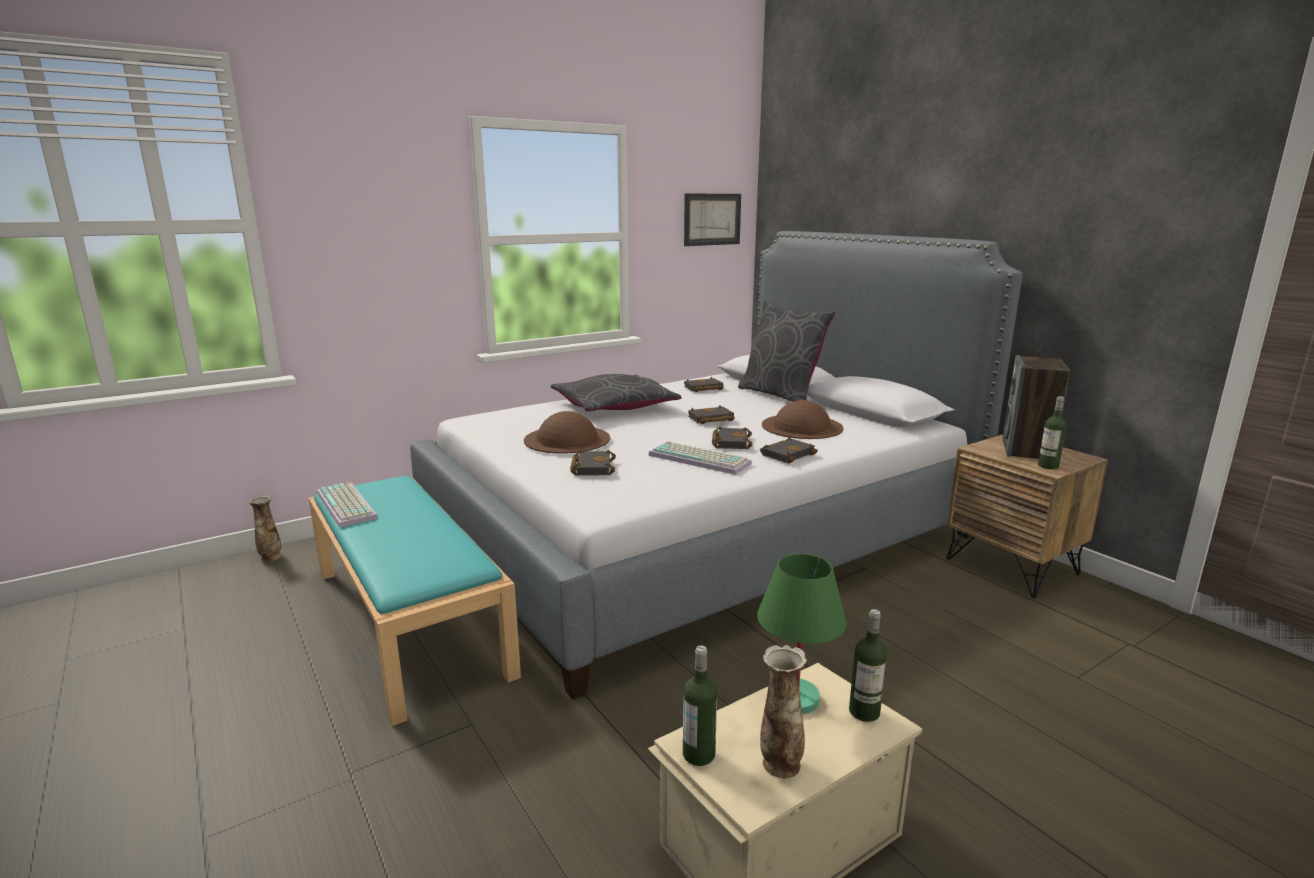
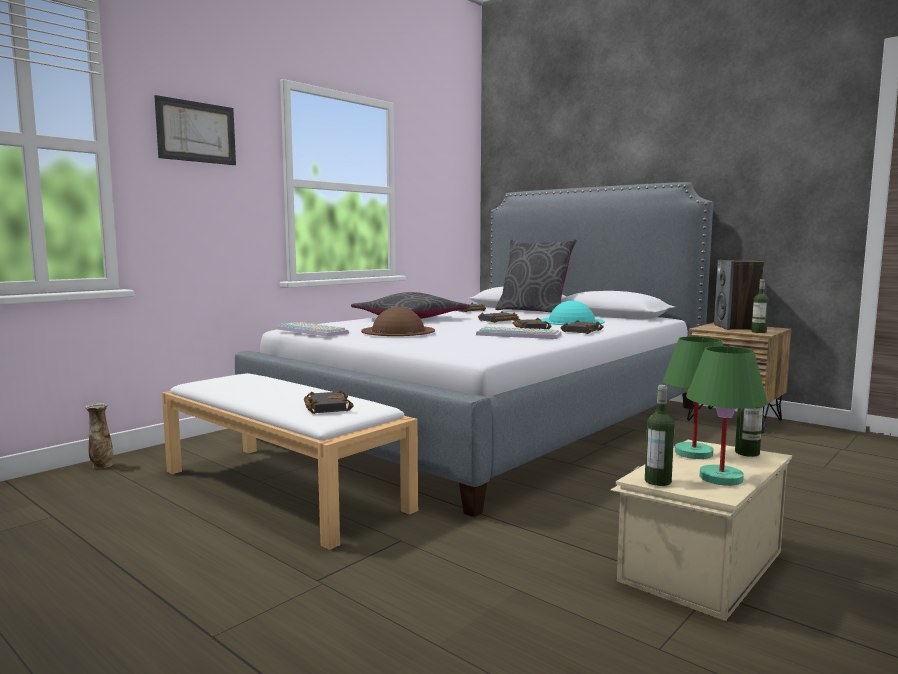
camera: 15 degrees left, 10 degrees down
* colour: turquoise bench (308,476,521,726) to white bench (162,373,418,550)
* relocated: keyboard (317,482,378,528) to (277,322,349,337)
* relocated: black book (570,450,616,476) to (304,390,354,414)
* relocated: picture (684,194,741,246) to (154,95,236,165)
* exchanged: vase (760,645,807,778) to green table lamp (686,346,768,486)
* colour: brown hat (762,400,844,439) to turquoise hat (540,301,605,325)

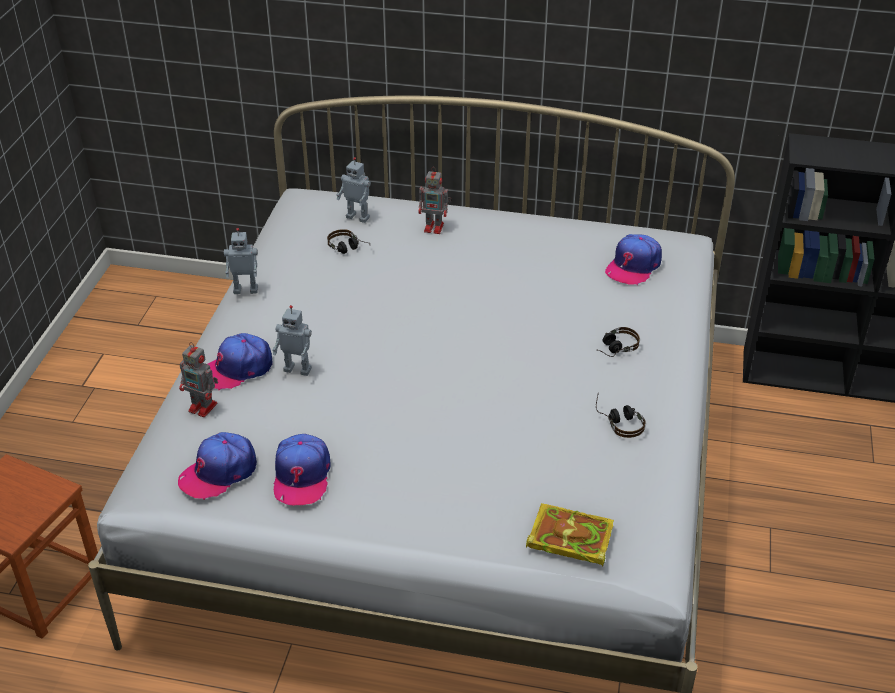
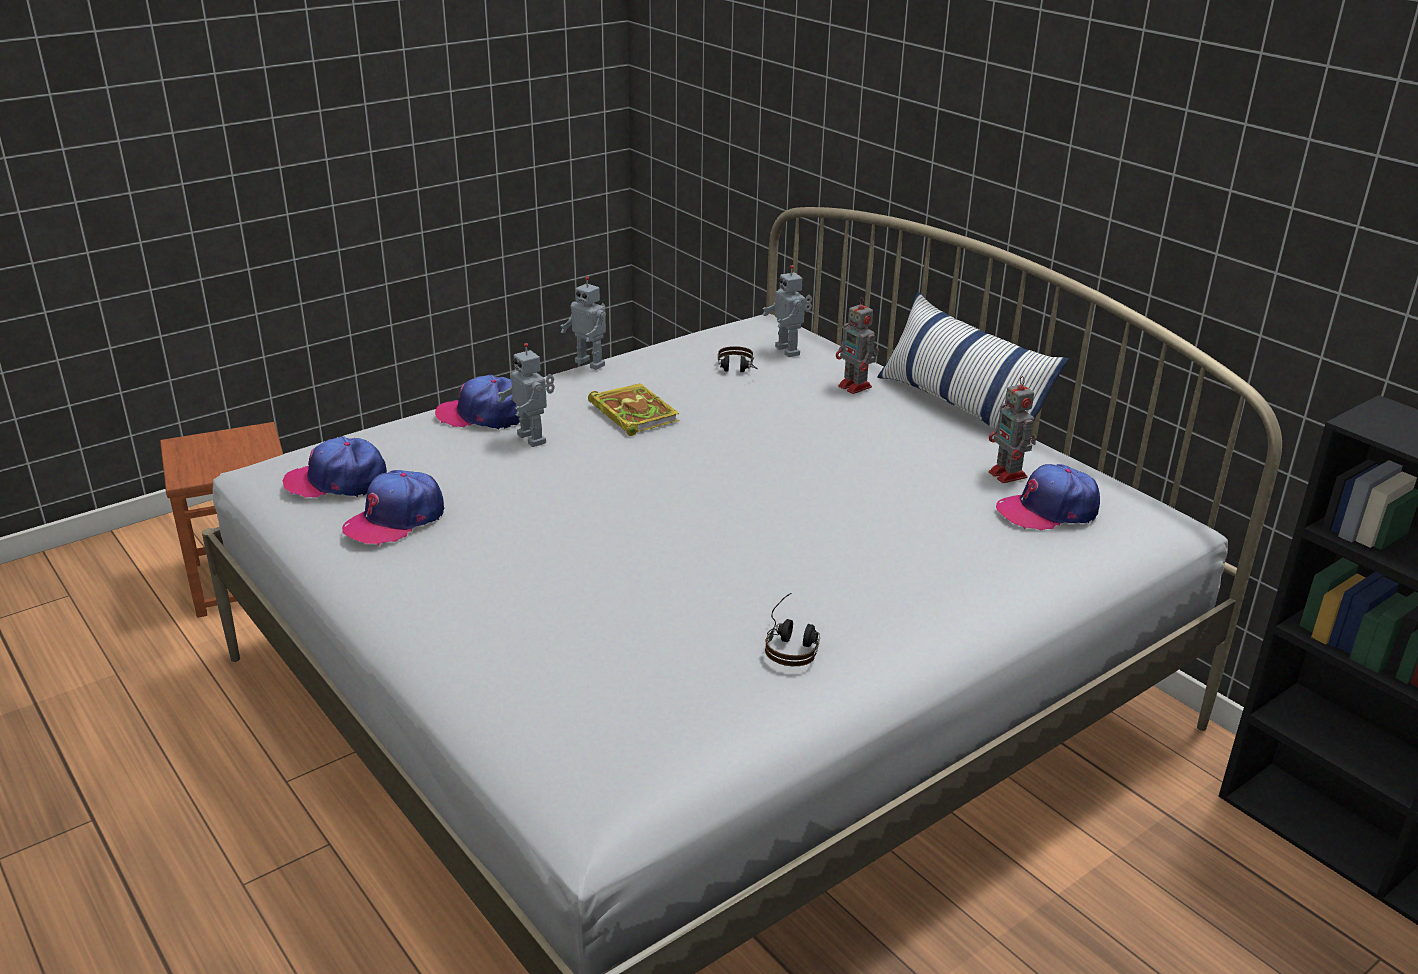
camera: 40 degrees right, 10 degrees down
* relocated: toy robot (179,342,218,417) to (989,376,1037,483)
* relocated: book (526,503,614,567) to (588,383,679,436)
* missing: headphones (596,327,640,357)
* appeared: pillow (877,292,1069,429)

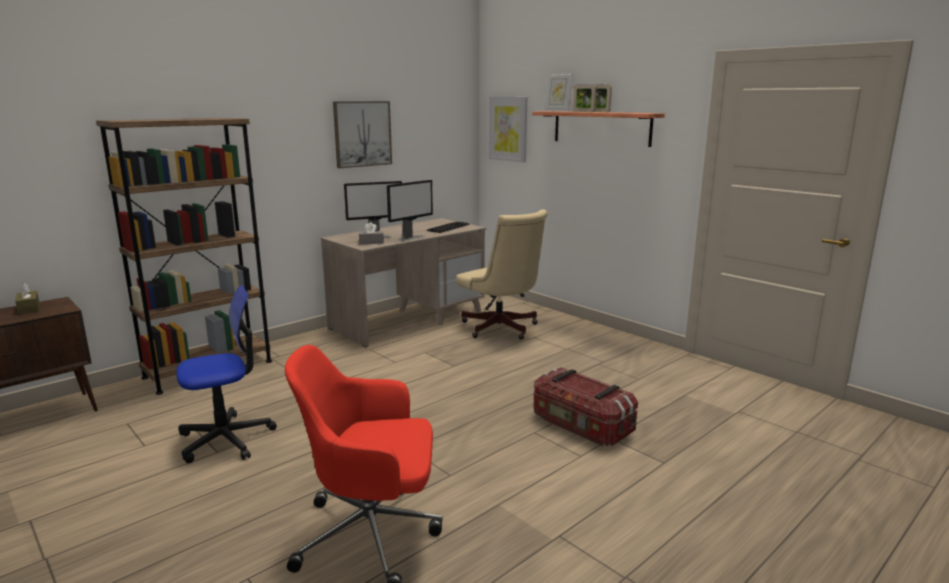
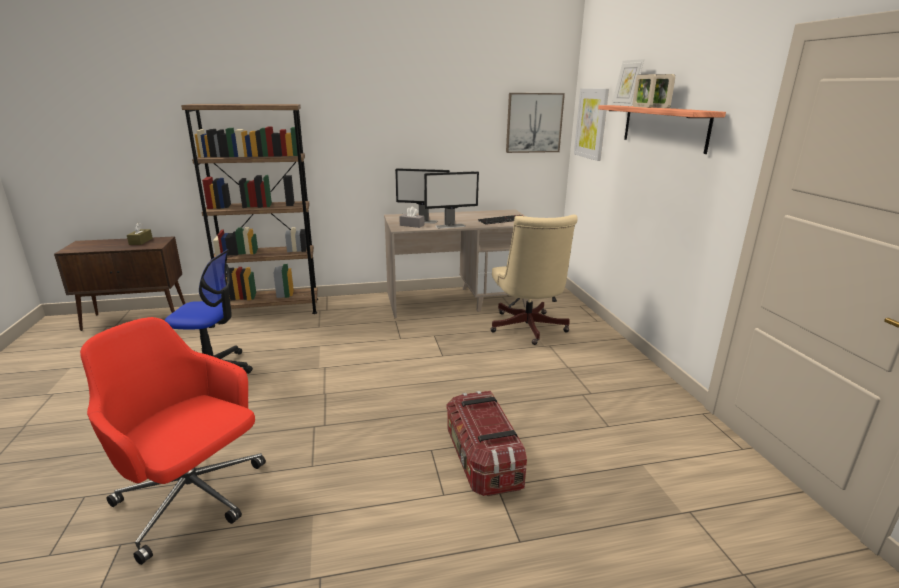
camera: 30 degrees right, 5 degrees up
* relocated: picture (333,101,392,168) to (506,93,565,153)

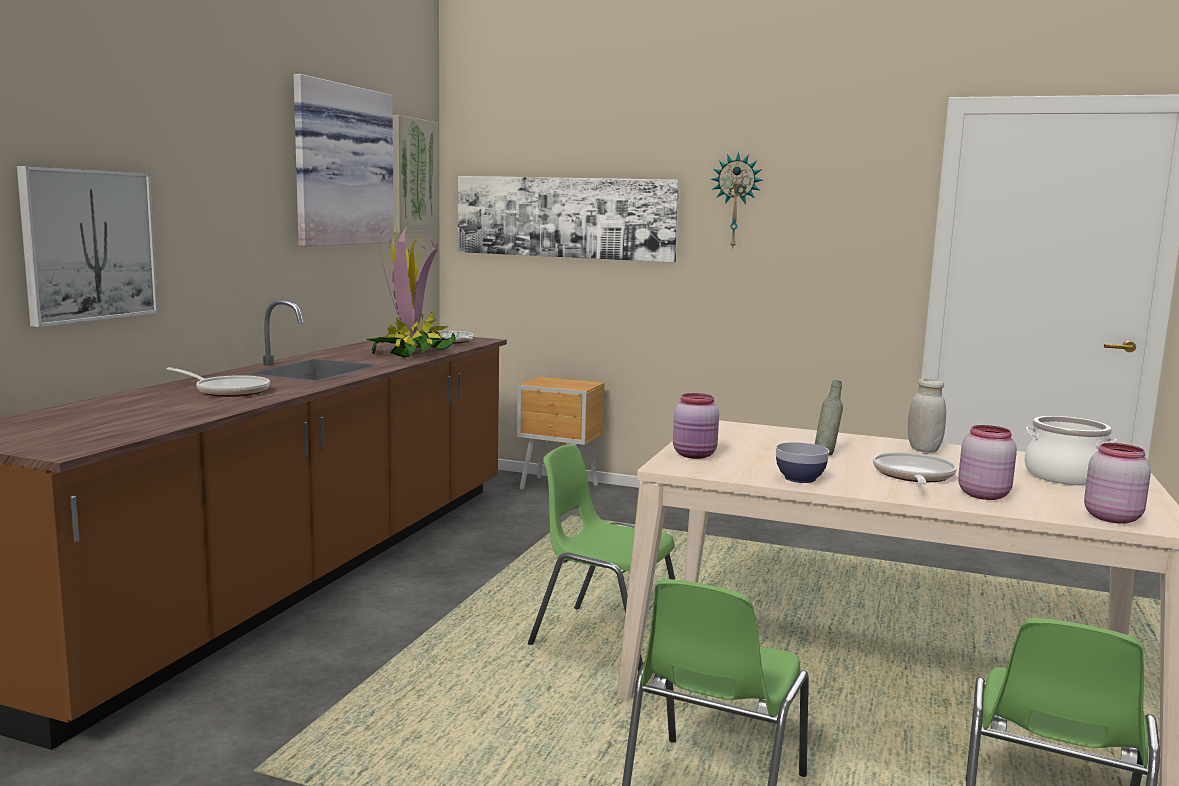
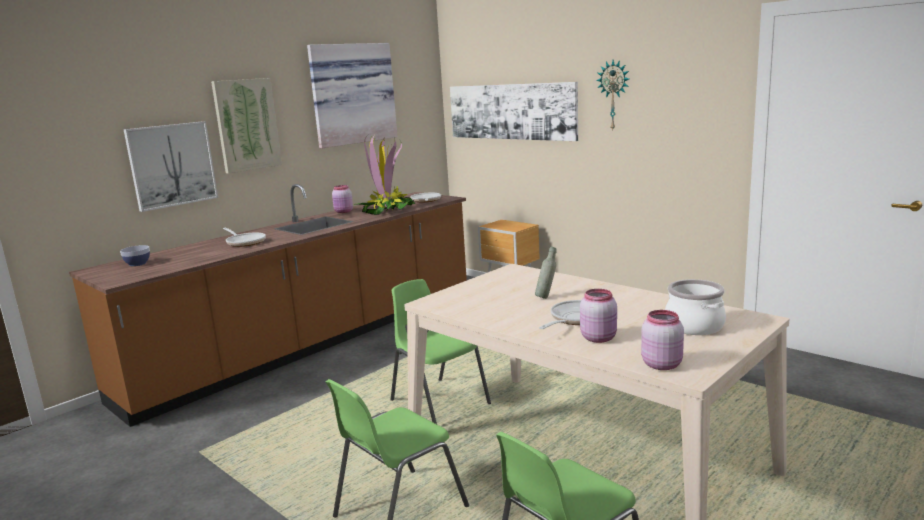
camera: 25 degrees right, 5 degrees up
* relocated: picture (393,115,438,233) to (211,78,282,174)
* relocated: pink jar (673,393,719,459) to (332,185,353,213)
* relocated: bowl (776,442,829,483) to (120,245,150,266)
* missing: white jar (908,378,946,453)

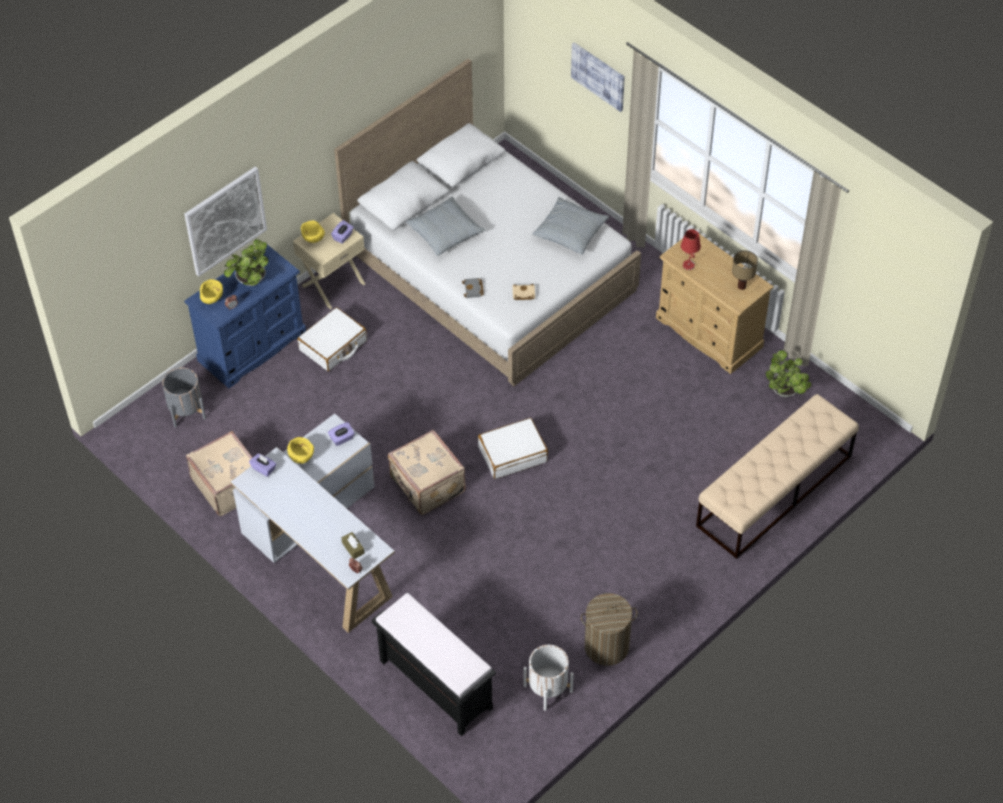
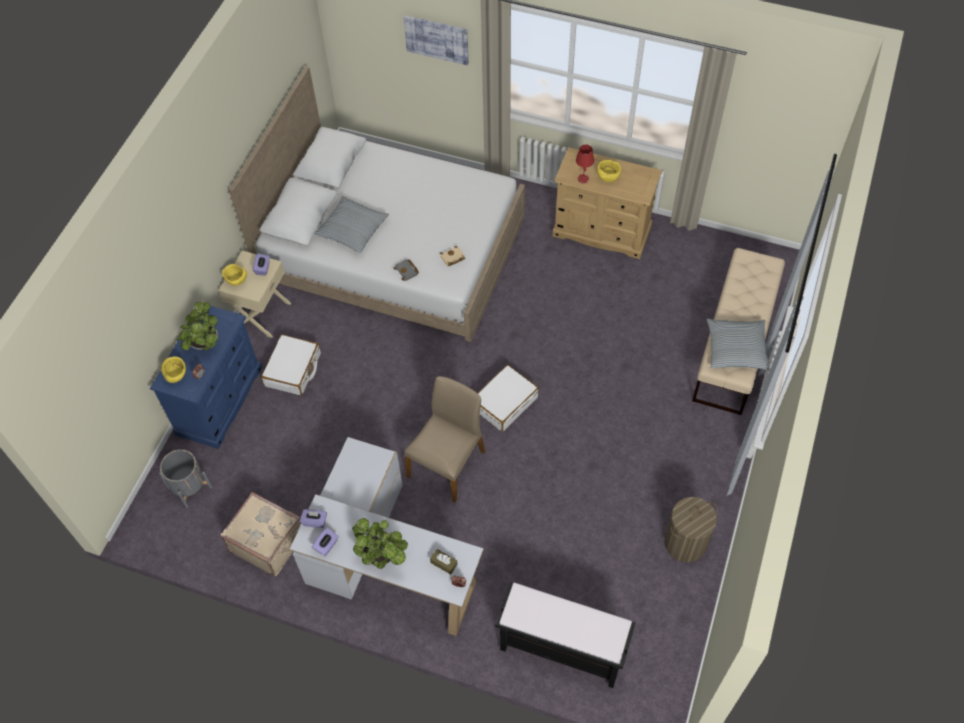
camera: 25 degrees left, 5 degrees up
* missing: picture (184,166,267,277)
* relocated: yellow bowl (287,437,314,464) to (597,160,621,182)
* relocated: purple tissue box (328,422,355,446) to (312,528,339,556)
* exchanged: beige suitcase (388,430,466,515) to beige chair (404,376,485,502)
* missing: white planter (524,645,574,711)
* relocated: pillow (532,197,609,255) to (707,319,770,370)
* missing: table lamp (732,251,758,290)
* relocated: potted plant (766,350,811,397) to (352,518,408,569)

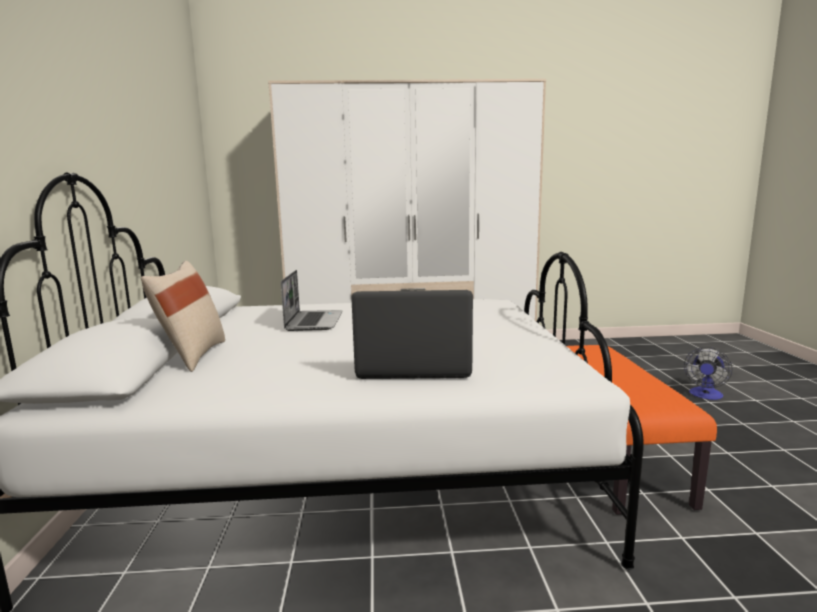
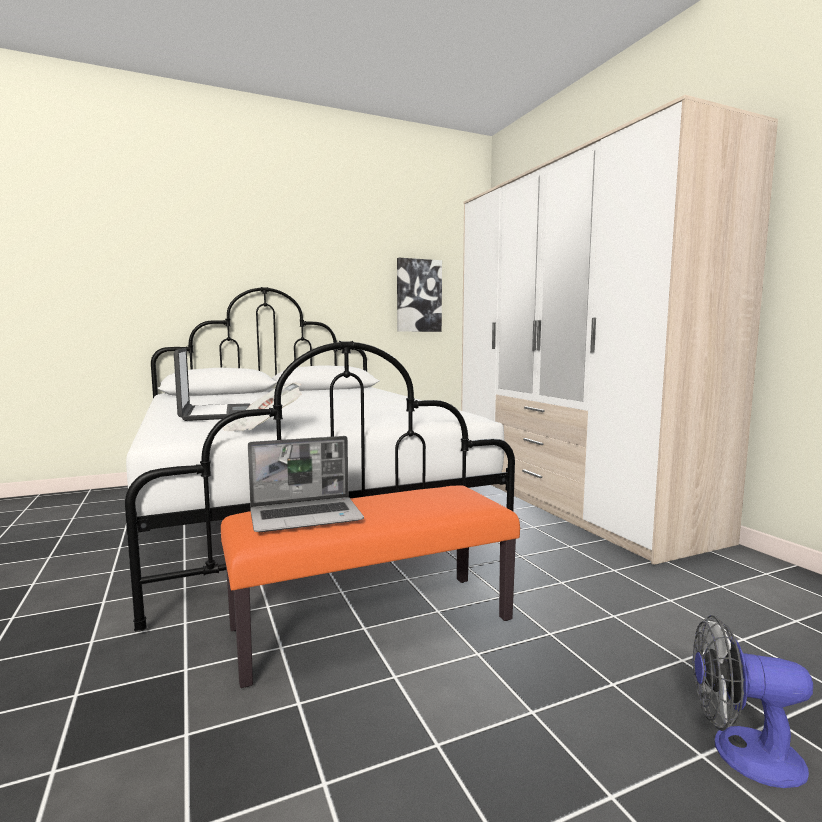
camera: 70 degrees right, 5 degrees down
* missing: beige pillow (141,261,225,372)
* relocated: laptop (281,270,343,331) to (248,436,364,532)
* appeared: newspaper (223,383,302,431)
* appeared: picture (397,258,442,332)

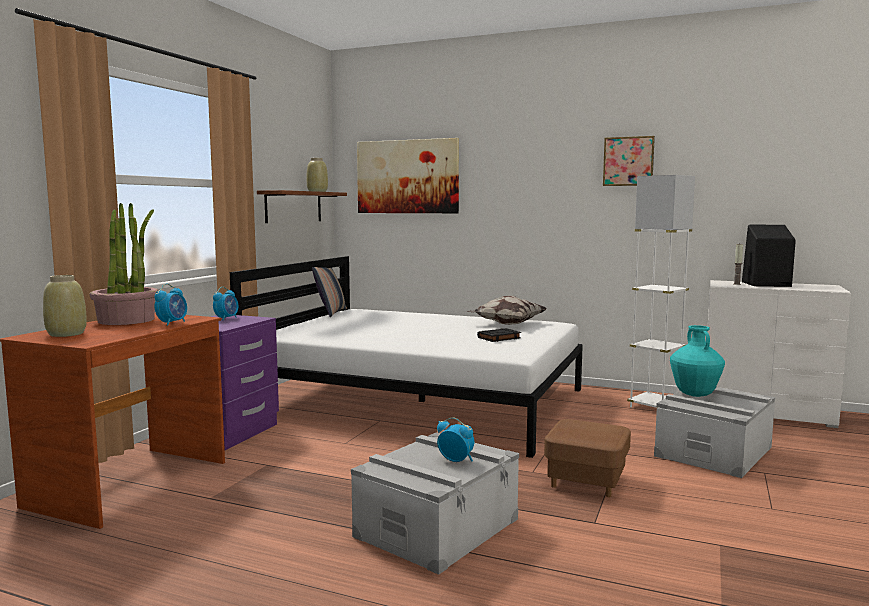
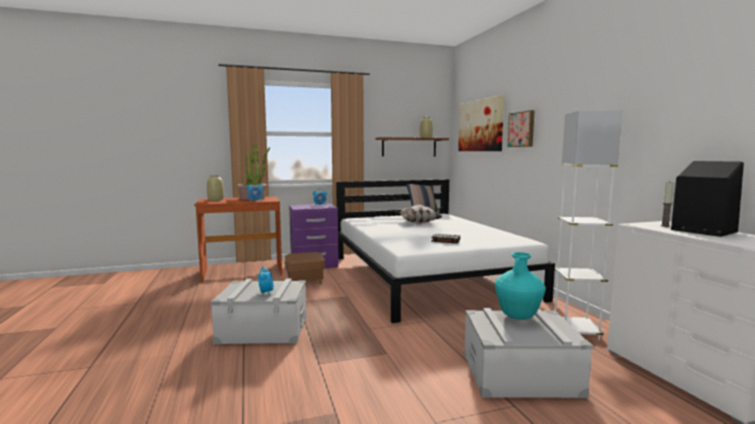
camera: 50 degrees right, 0 degrees up
* relocated: pillow (467,295,546,325) to (399,205,442,224)
* relocated: brown ottoman (544,419,631,497) to (285,252,325,284)
* relocated: picture (603,136,655,186) to (507,110,535,147)

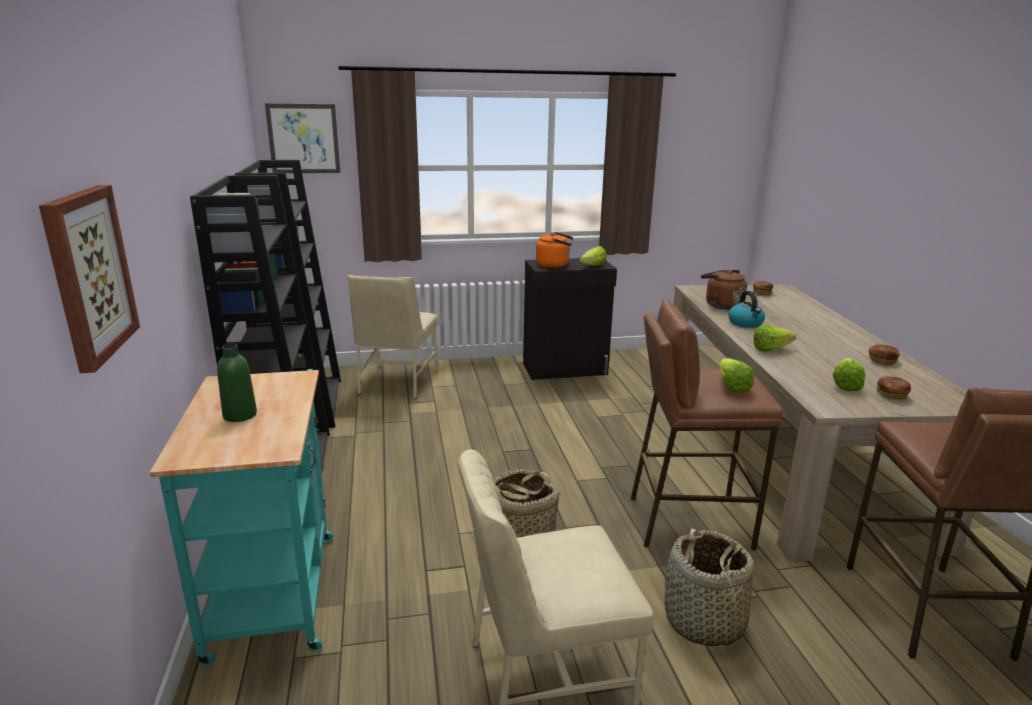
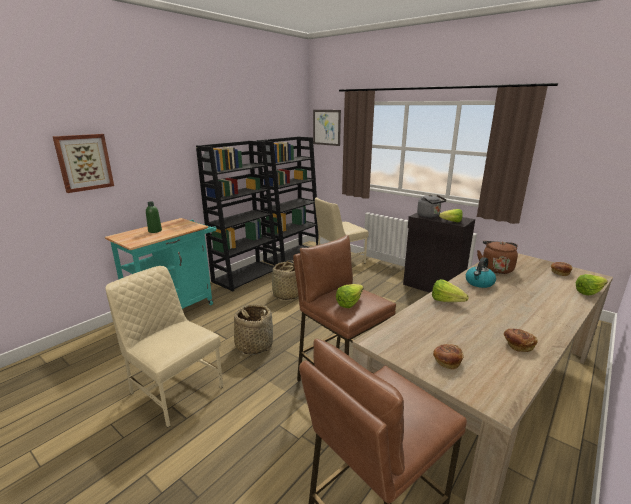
camera: 50 degrees right, 0 degrees up
* colour: orange kettle (536,232,573,268) to grey kettle (417,194,446,218)
* relocated: basket (665,529,754,648) to (272,260,299,300)
* relocated: lettuce (833,358,865,391) to (576,274,608,295)

